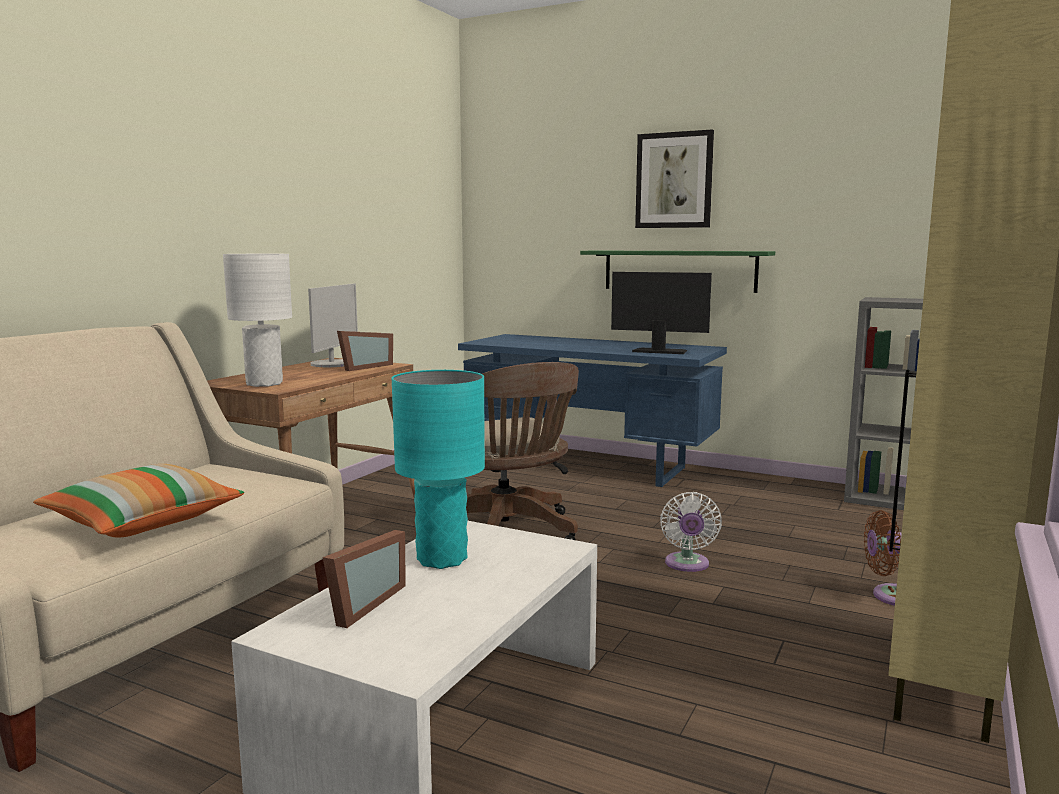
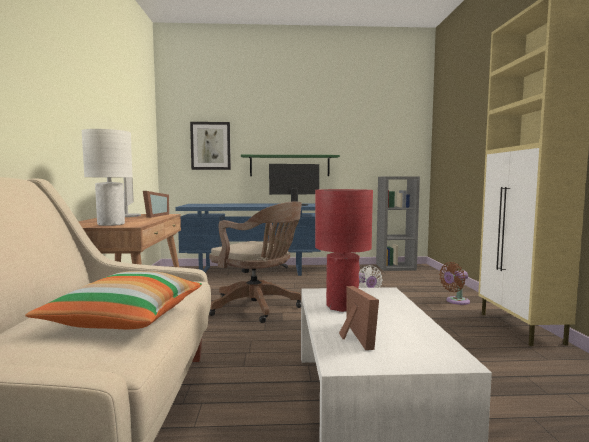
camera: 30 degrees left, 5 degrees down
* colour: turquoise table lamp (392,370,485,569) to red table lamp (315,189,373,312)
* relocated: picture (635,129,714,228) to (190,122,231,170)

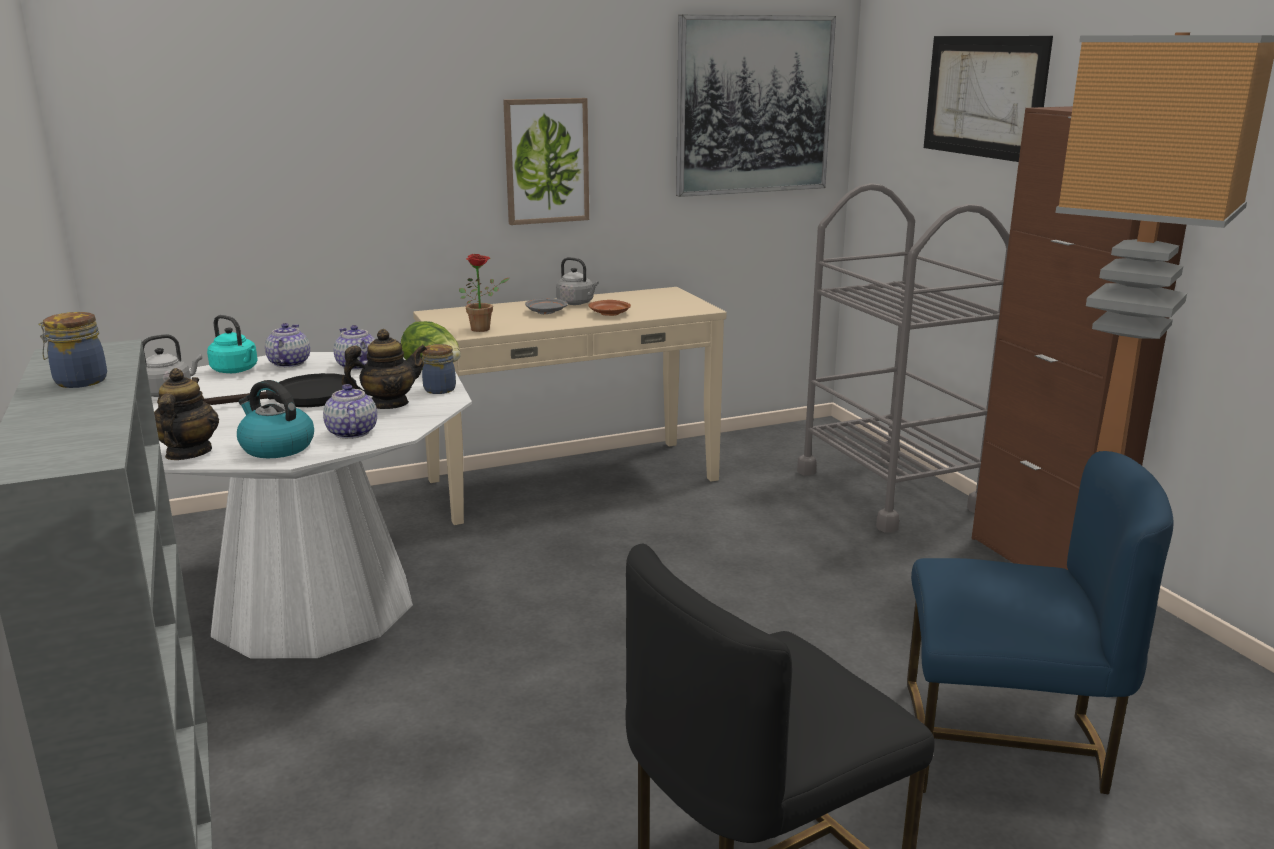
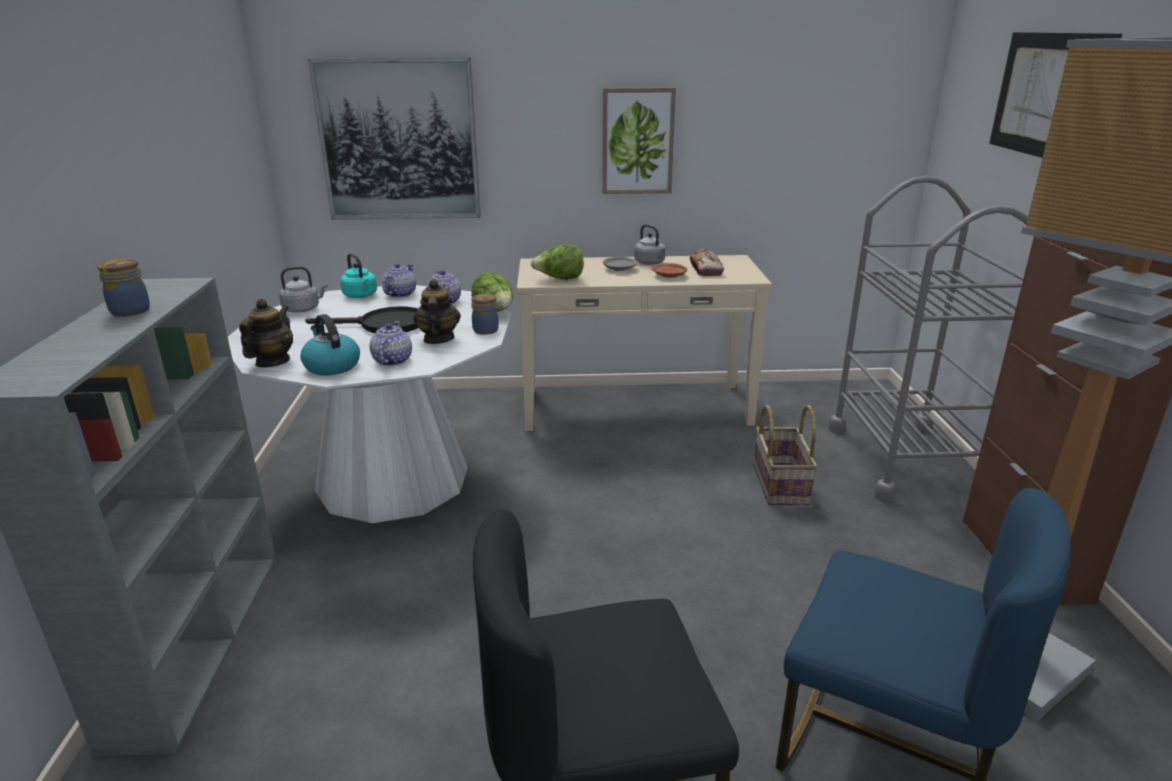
camera: 20 degrees right, 5 degrees up
* spun: teapot (342,329,427,409) = (413,279,461,344) 90 degrees counterclockwise
* exchanged: potted plant (459,254,509,332) to lettuce (530,244,584,280)
* relocated: picture (676,15,836,197) to (308,57,481,220)
* appeared: bread (690,249,724,276)
* appeared: basket (754,405,817,506)

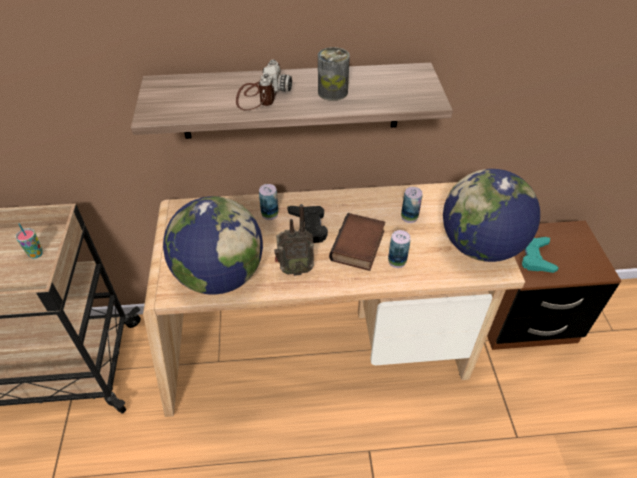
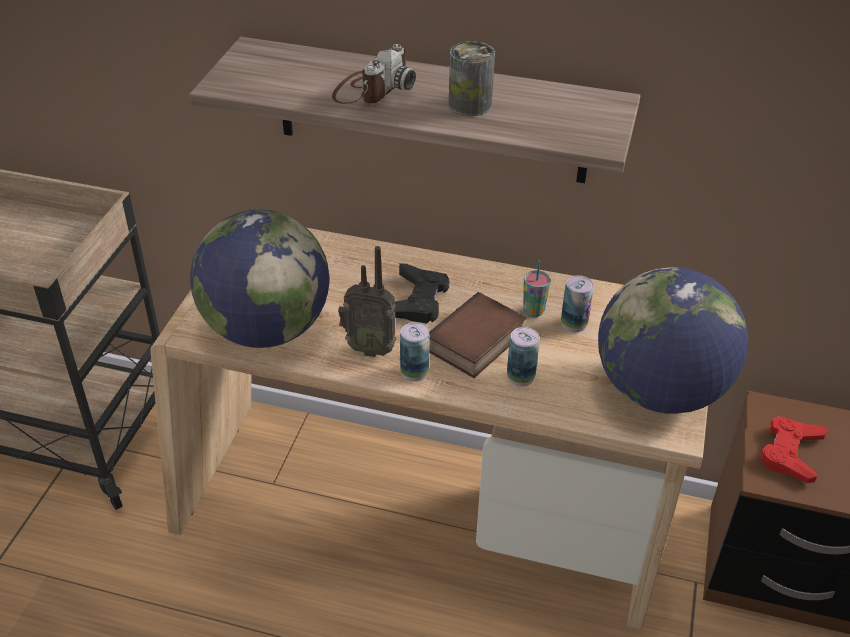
camera: 20 degrees right, 5 degrees down
* relocated: cup (15,224,43,259) to (523,261,551,317)
* relocated: can (259,184,278,220) to (400,322,430,382)
* colour: turquoise game controller (522,237,559,273) to red game controller (761,416,829,483)

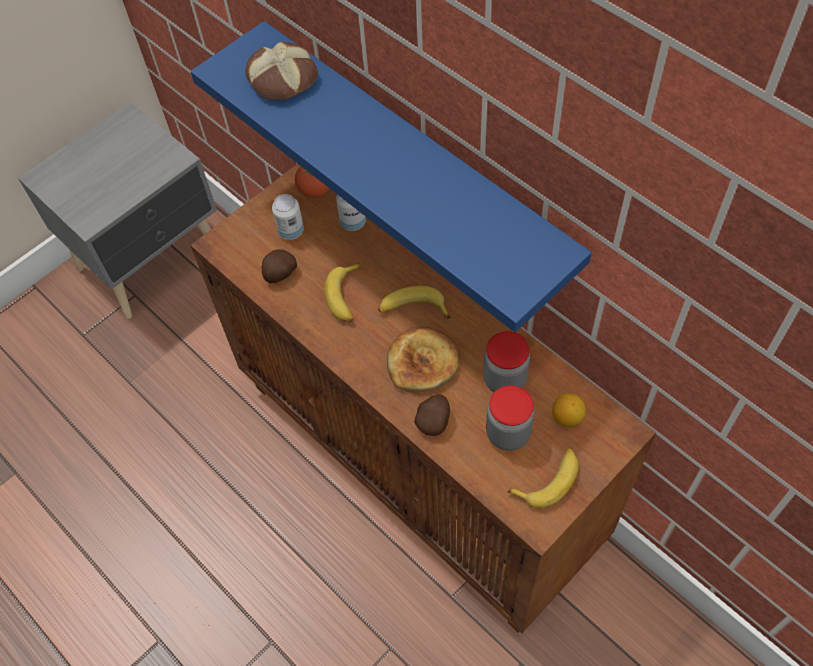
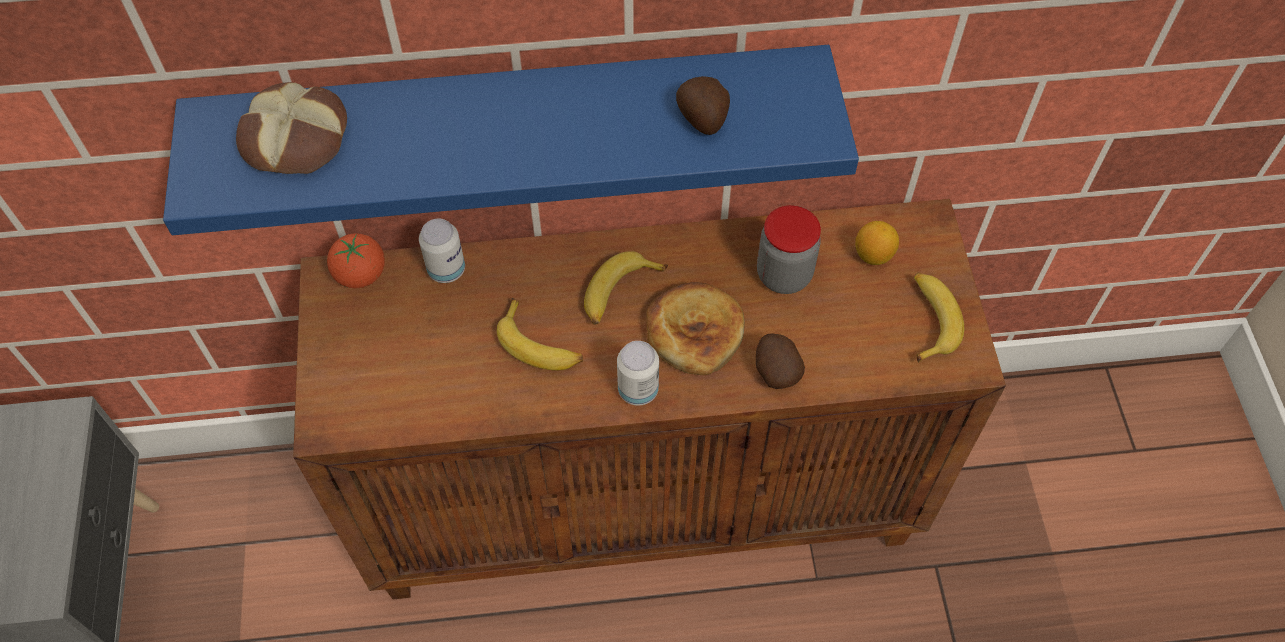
camera: 55 degrees left, 0 degrees up
* relocated: potato (262,249,297,284) to (676,76,730,135)
* relocated: can (272,194,304,240) to (617,341,659,406)
* missing: jar (486,385,534,451)

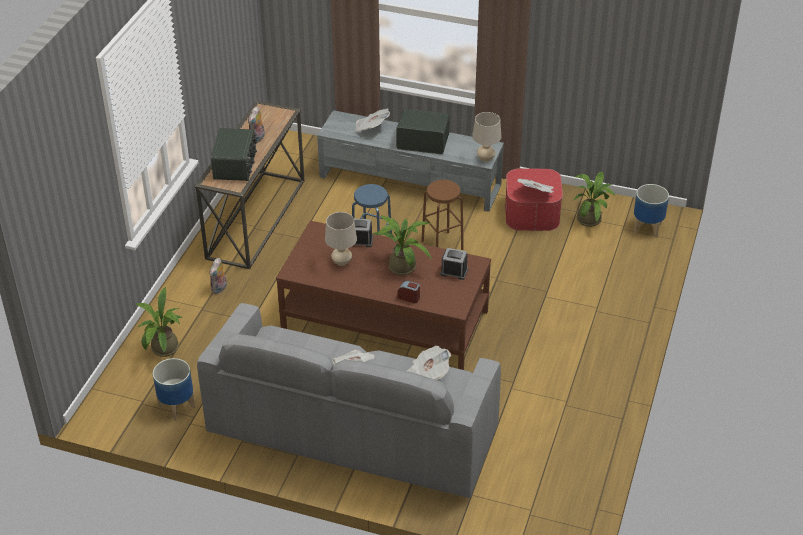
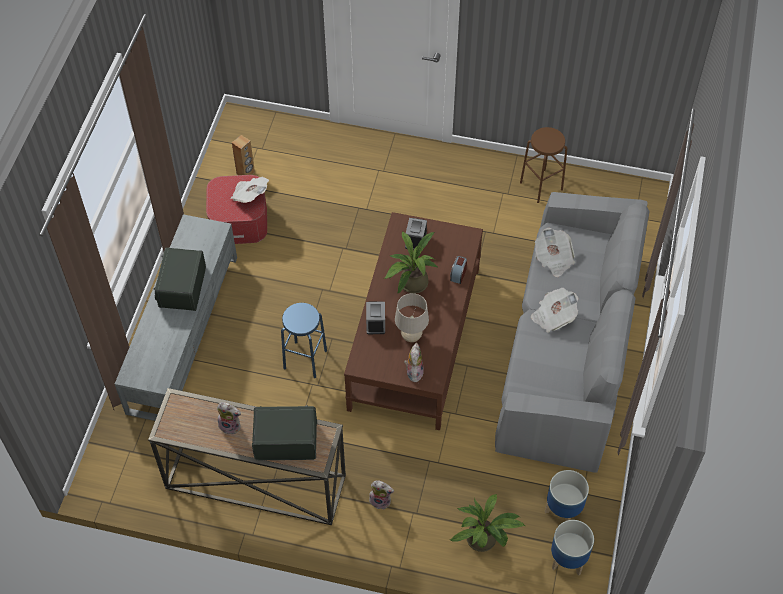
camera: 95 degrees left, 15 degrees up
* missing: newspaper (355,108,390,132)
* relocated: brown stool (421,180,464,250) to (520,127,567,203)
* missing: beige table lamp (472,112,501,162)
* exchanged: potted plant (572,172,615,227) to brown speaker (232,135,255,175)
* relocated: planter (634,184,669,238) to (551,520,594,576)
* appeared: plush toy (404,343,424,382)

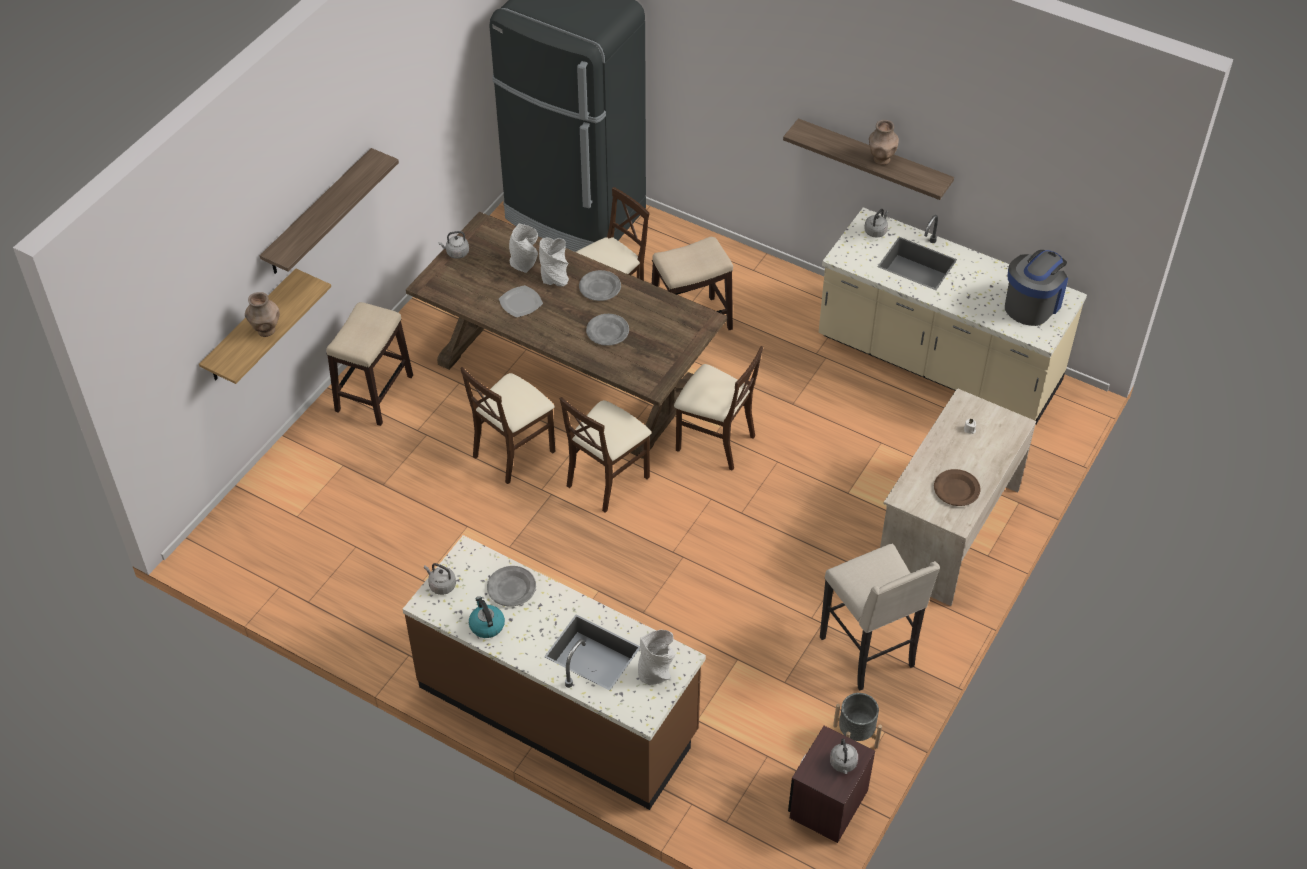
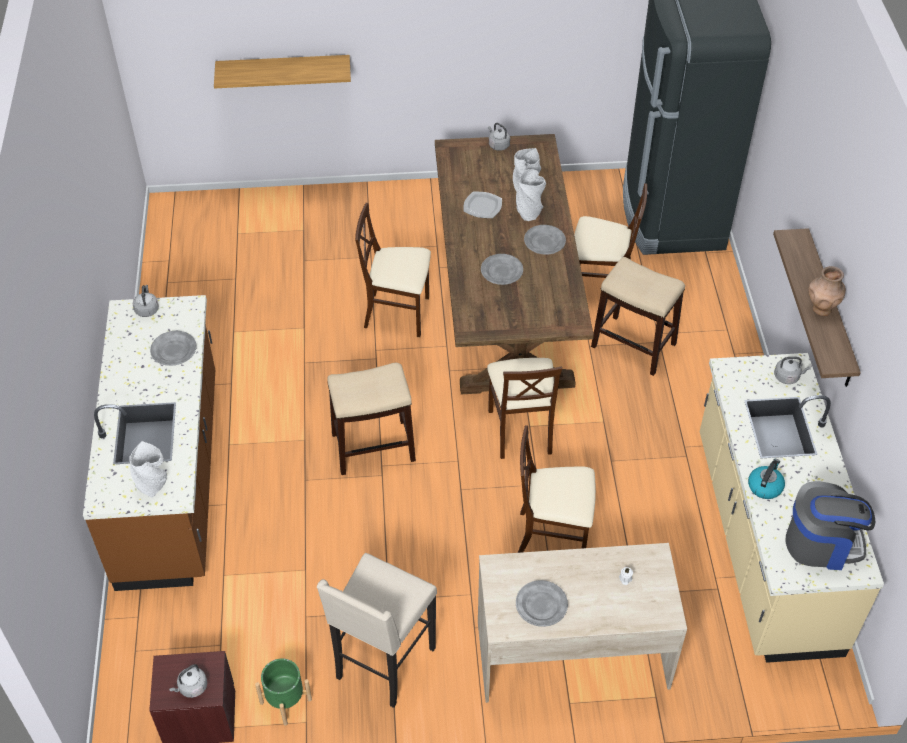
camera: 55 degrees right, 0 degrees up
* missing: brown vase (245,292,280,337)
* missing: shelf (260,148,399,274)
* relocated: stool (326,302,413,426) to (327,363,416,475)
* relocated: kettle (469,596,505,638) to (748,459,785,499)
* relocated: beige chair (559,397,652,513) to (518,426,596,553)
* colour: grey planter (833,693,882,748) to green planter (255,658,312,726)
* colour: brown plate (934,469,981,506) to grey plate (516,580,568,627)

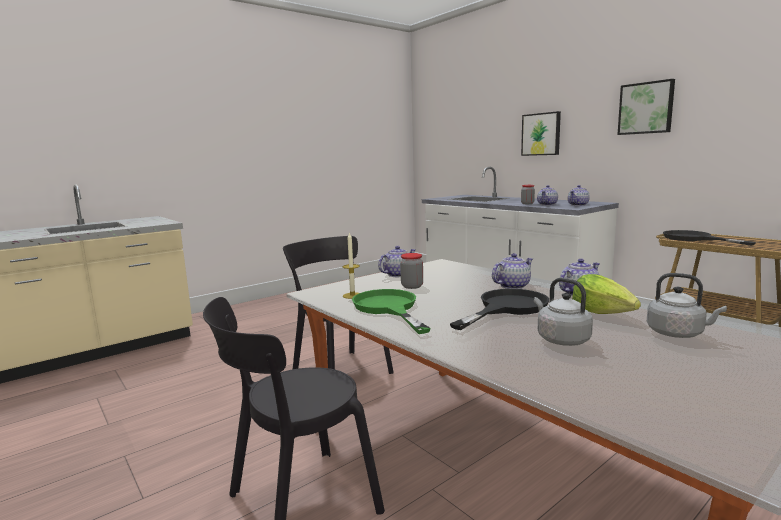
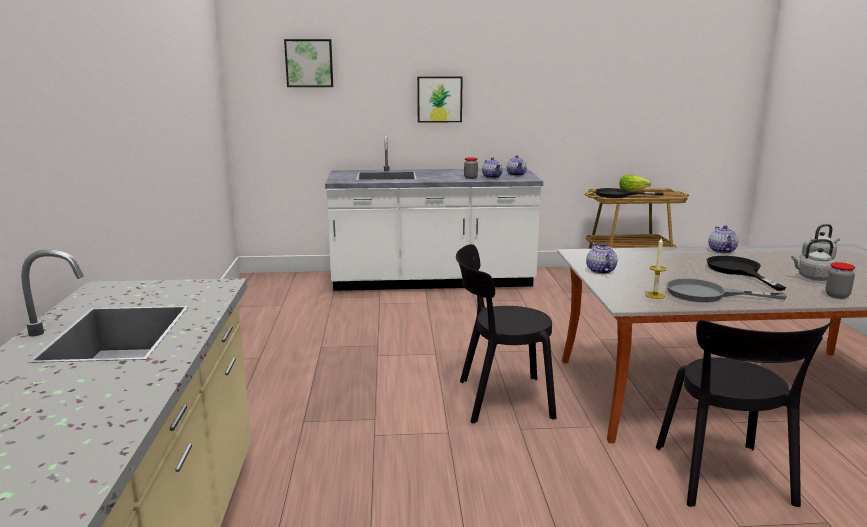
camera: 55 degrees left, 5 degrees up
* colour: green frying pan (352,289,431,334) to grey frying pan (666,278,787,302)
* relocated: jar (400,253,423,289) to (825,262,855,299)
* missing: teapot (492,253,533,289)
* relocated: lettuce (572,274,641,314) to (620,175,651,191)
* relocated: picture (617,79,675,135) to (284,39,333,87)

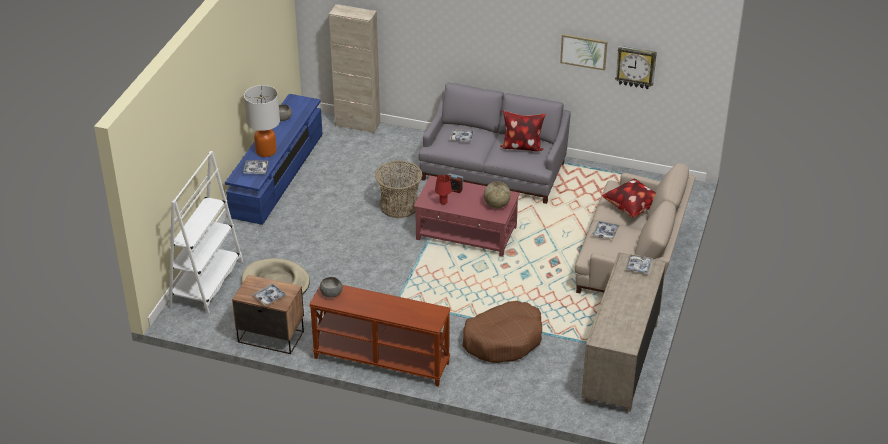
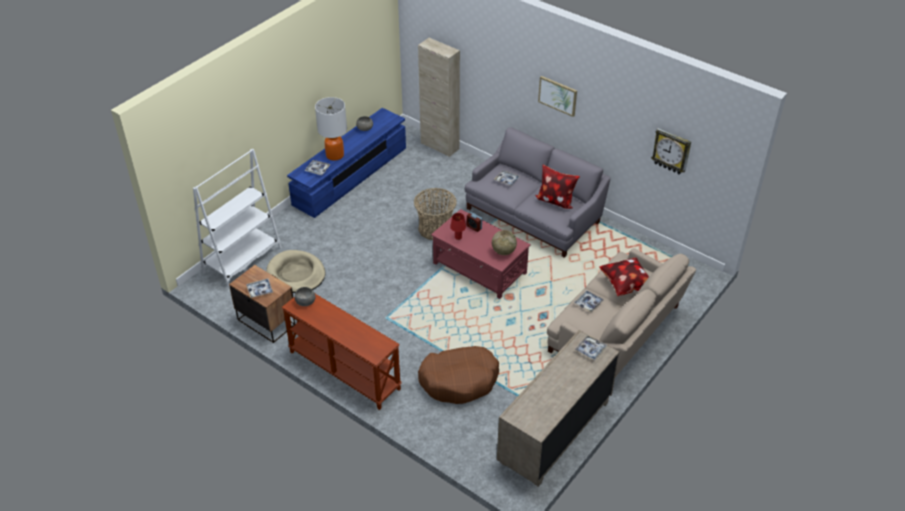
camera: 20 degrees right, 5 degrees up
* relocated: picture (560,34,608,71) to (538,76,577,117)

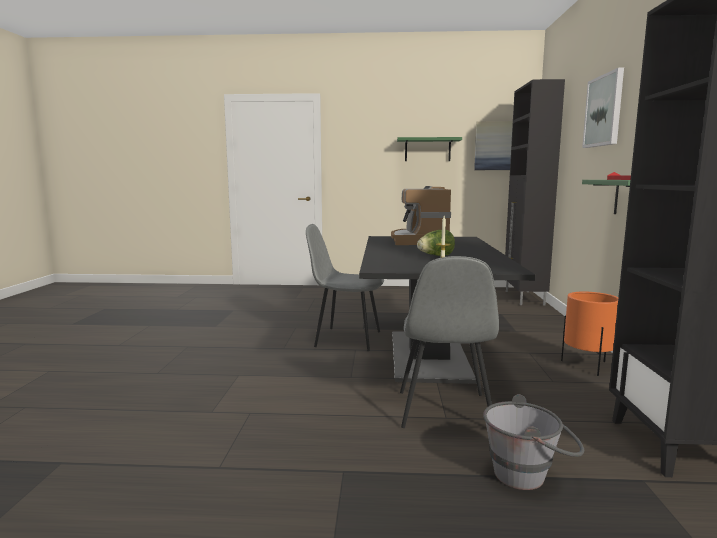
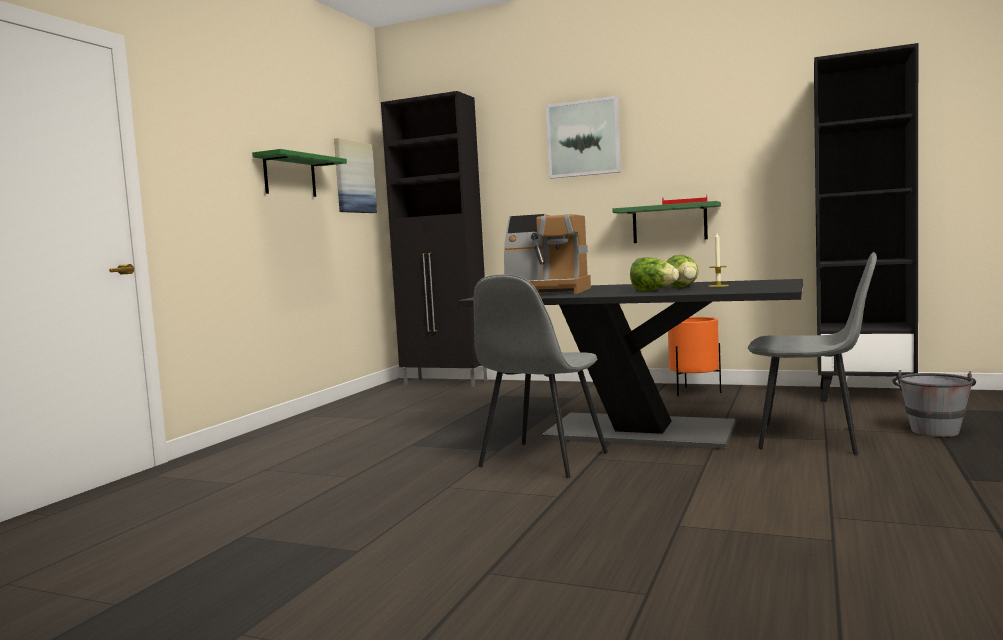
camera: 70 degrees left, 5 degrees down
* appeared: lettuce (630,257,679,291)

